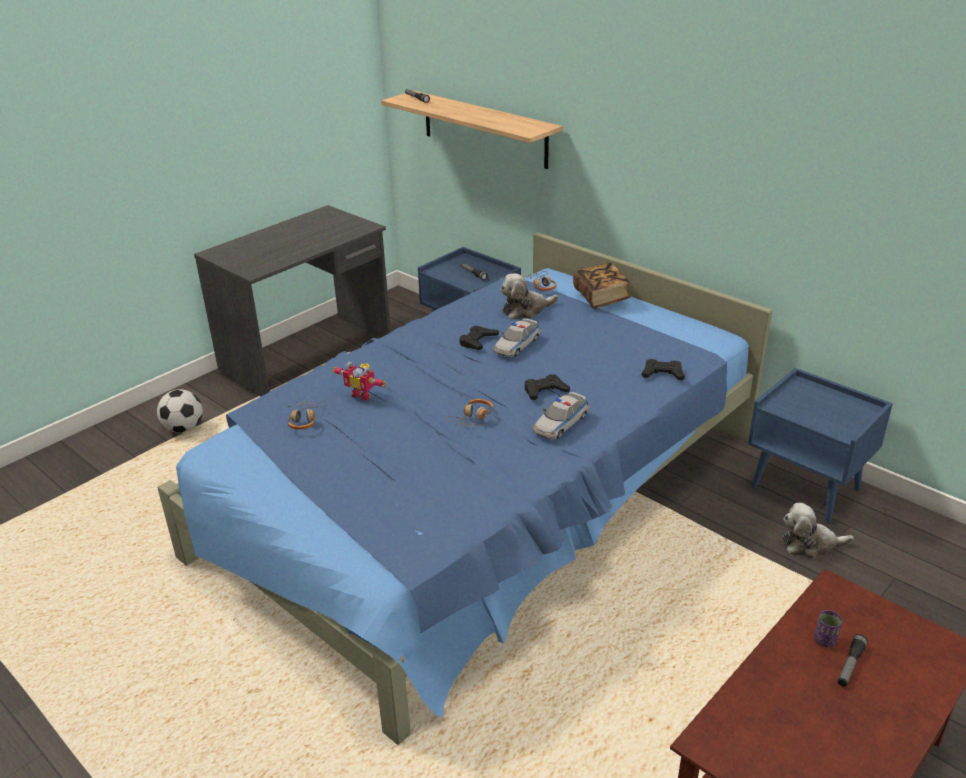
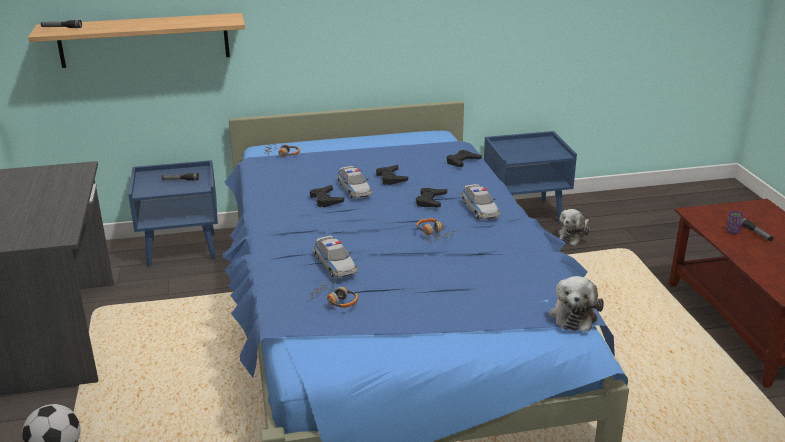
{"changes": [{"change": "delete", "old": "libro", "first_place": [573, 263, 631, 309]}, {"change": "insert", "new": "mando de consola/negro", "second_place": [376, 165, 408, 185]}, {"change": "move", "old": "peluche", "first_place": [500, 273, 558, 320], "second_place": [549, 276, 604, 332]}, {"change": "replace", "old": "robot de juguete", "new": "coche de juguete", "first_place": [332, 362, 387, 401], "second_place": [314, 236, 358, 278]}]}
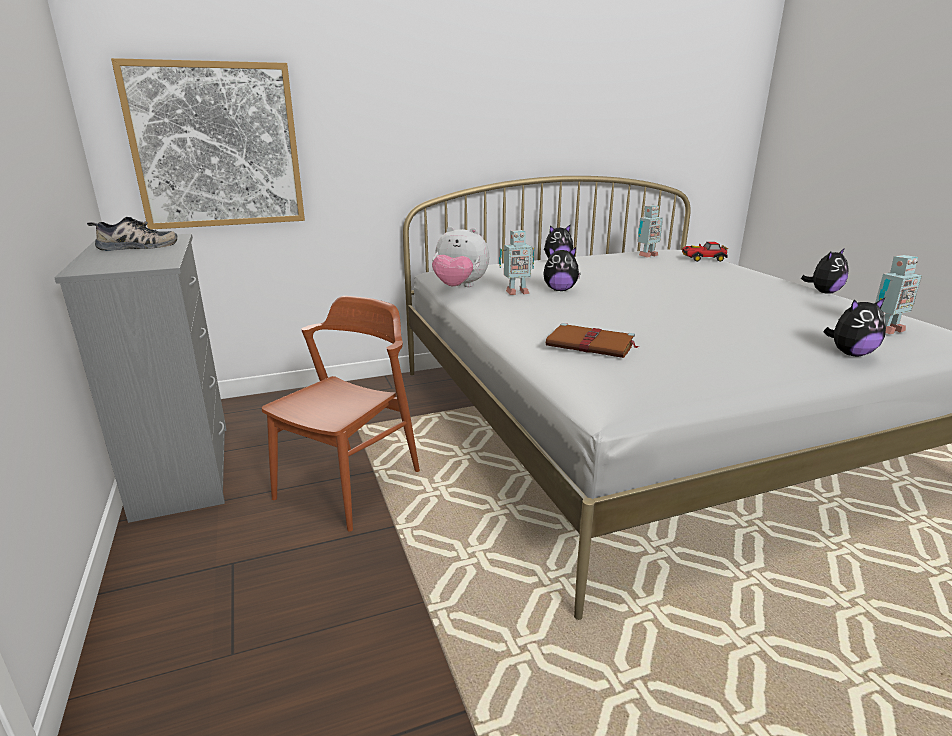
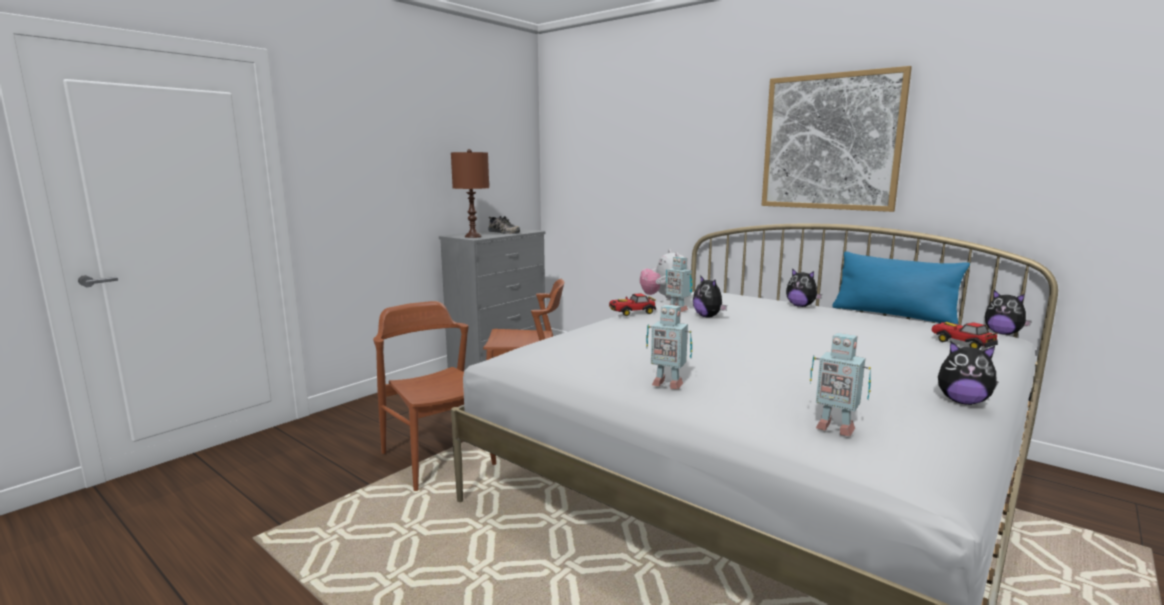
{"changes": [{"change": "delete", "old": "libro/marrón", "first_place": [546, 323, 640, 358]}, {"change": "insert", "new": "silla/marrón", "second_place": [373, 301, 497, 491]}, {"change": "insert", "new": "lámpara de mesa/marrón", "second_place": [451, 149, 489, 238]}, {"change": "insert", "new": "coche de juguete", "second_place": [609, 293, 656, 316]}, {"change": "insert", "new": "cojín/azul", "second_place": [832, 251, 970, 324]}, {"change": "move", "old": "cuadro", "first_place": [111, 58, 305, 230], "second_place": [762, 66, 912, 212]}, {"change": "move", "old": "robot de juguete", "first_place": [637, 205, 663, 258], "second_place": [646, 304, 692, 390]}, {"change": "move", "old": "peluche", "first_place": [823, 298, 886, 356], "second_place": [985, 290, 1032, 335]}]}
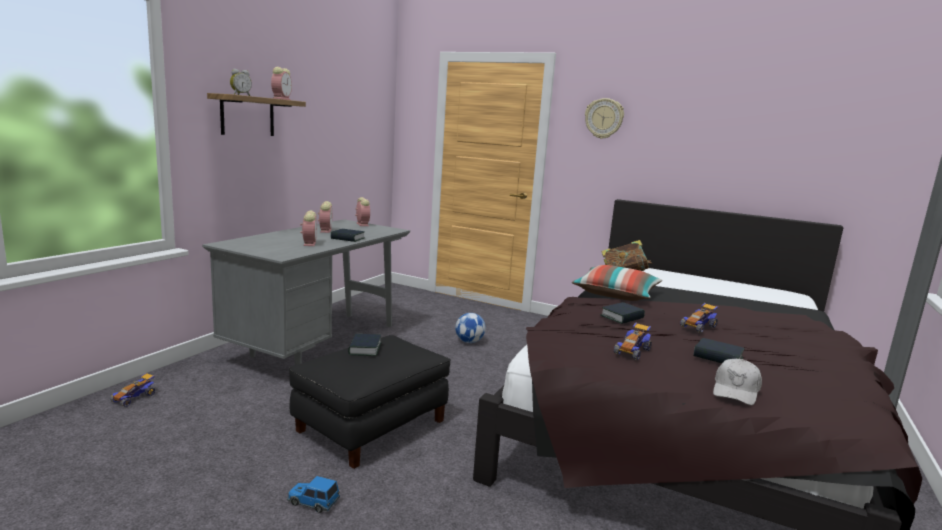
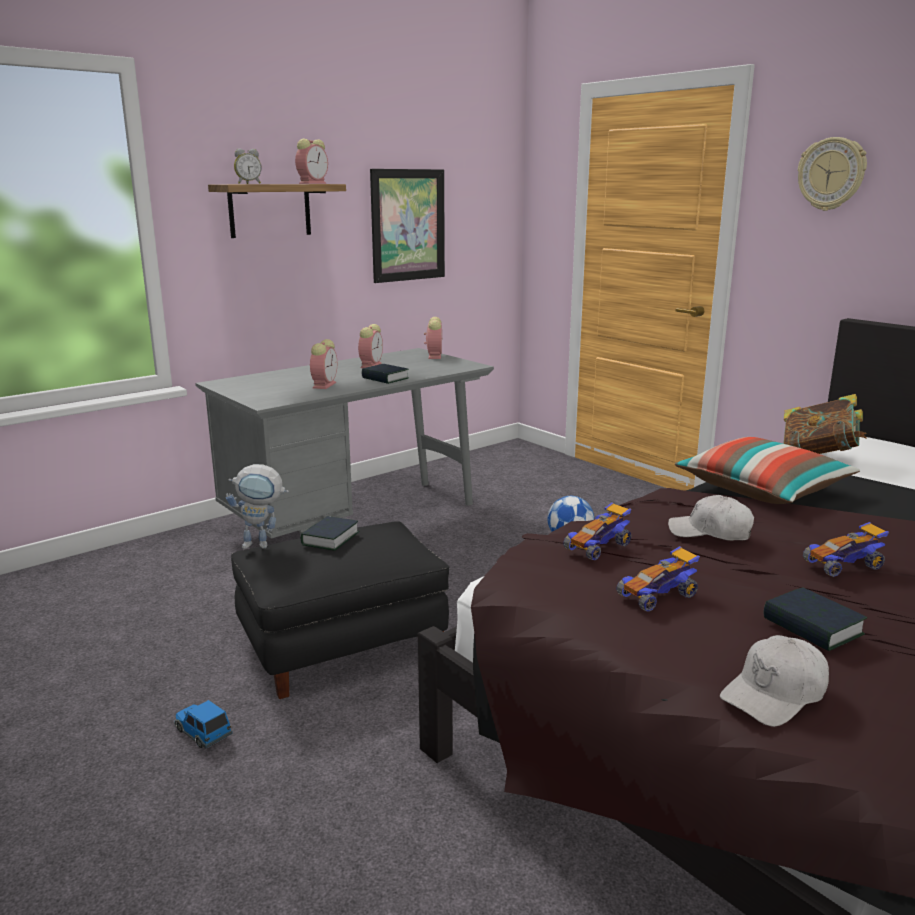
{"changes": [{"change": "insert", "new": "robot de juguete", "second_place": [226, 464, 289, 549]}, {"change": "insert", "new": "cuadro", "second_place": [370, 169, 445, 283]}, {"change": "move", "old": "coche de juguete", "first_place": [110, 373, 155, 407], "second_place": [563, 502, 631, 560]}, {"change": "replace", "old": "libro", "new": "gorra/blanco", "first_place": [600, 302, 645, 324], "second_place": [668, 495, 754, 541]}]}
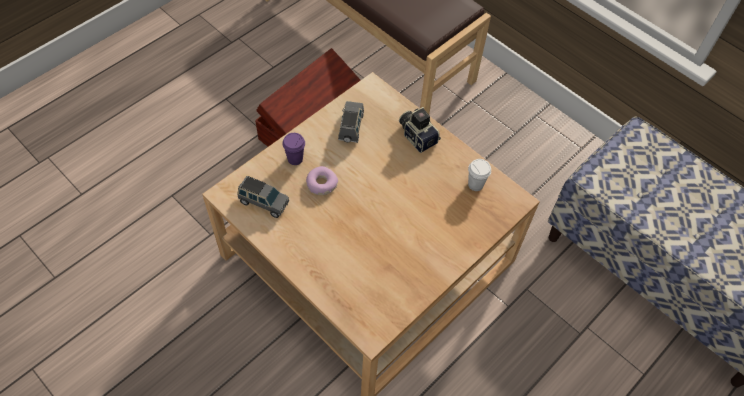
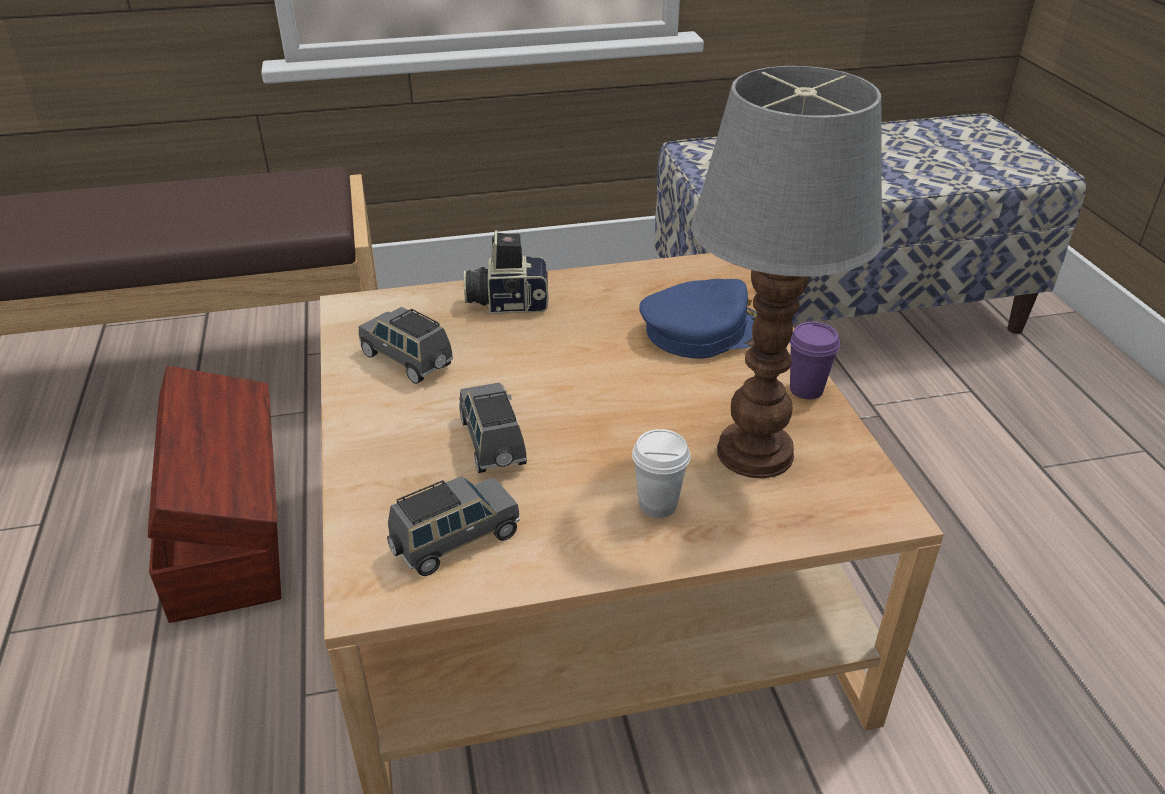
{"changes": [{"change": "insert", "new": "gorra/azul", "second_place": [639, 279, 757, 359]}, {"change": "insert", "new": "lámpara de mesa", "second_place": [691, 66, 884, 478]}, {"change": "move", "old": "taza/morado", "first_place": [282, 133, 305, 165], "second_place": [790, 322, 840, 399]}, {"change": "move", "old": "taza/blanco", "first_place": [468, 159, 491, 191], "second_place": [632, 429, 690, 518]}, {"change": "replace", "old": "rosquilla", "new": "coche de juguete/gris", "first_place": [306, 166, 338, 195], "second_place": [459, 383, 527, 473]}]}
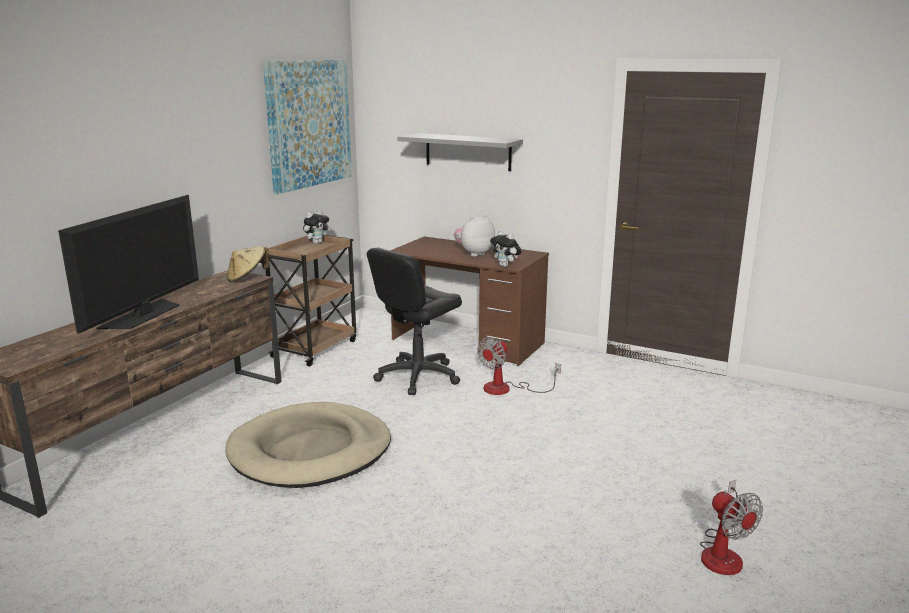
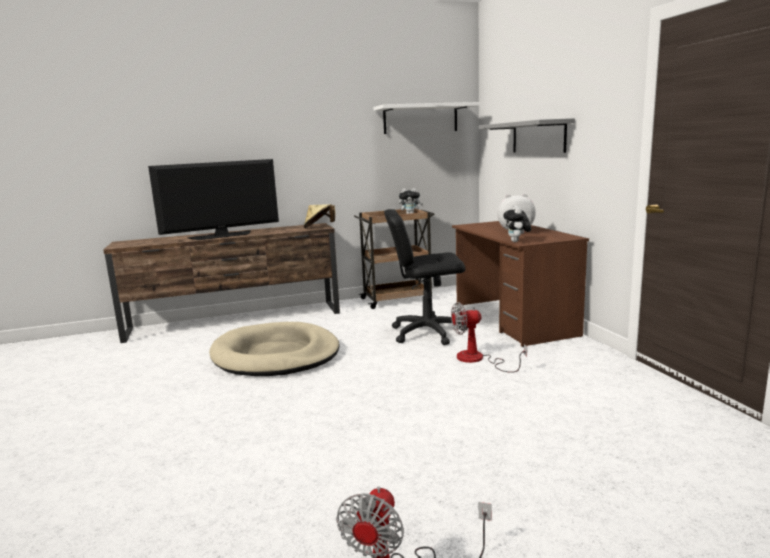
{"changes": [{"change": "replace", "old": "cuadro", "new": "estante/blanco", "first_place": [263, 60, 352, 194], "second_place": [374, 102, 479, 134]}]}
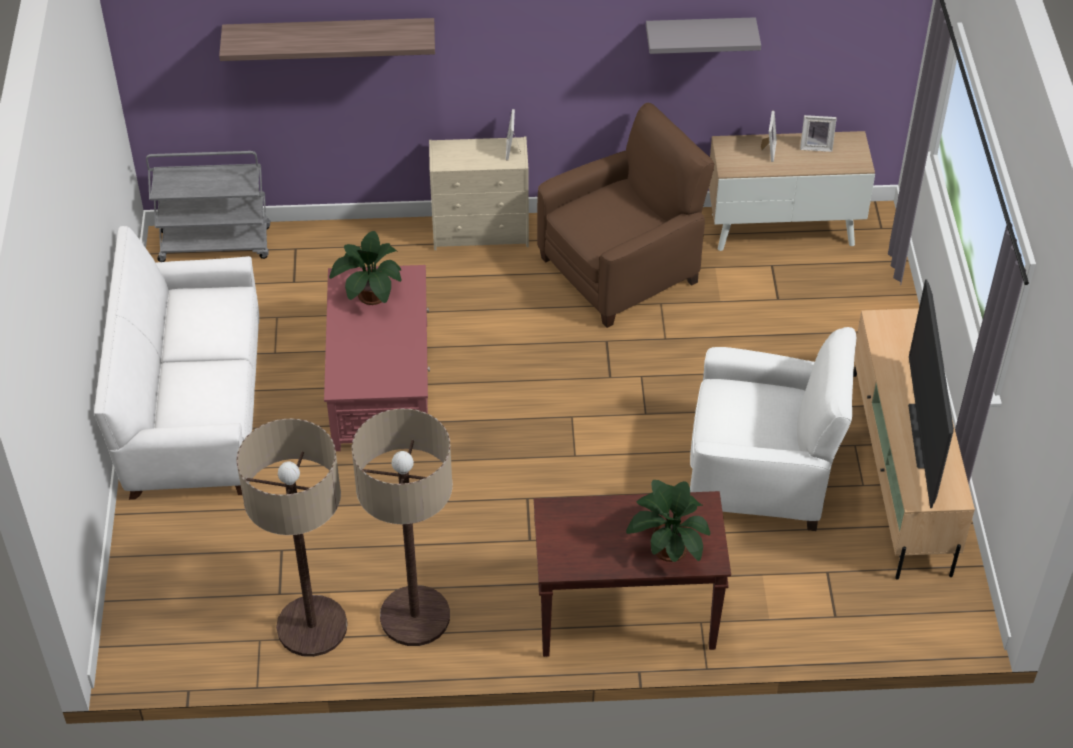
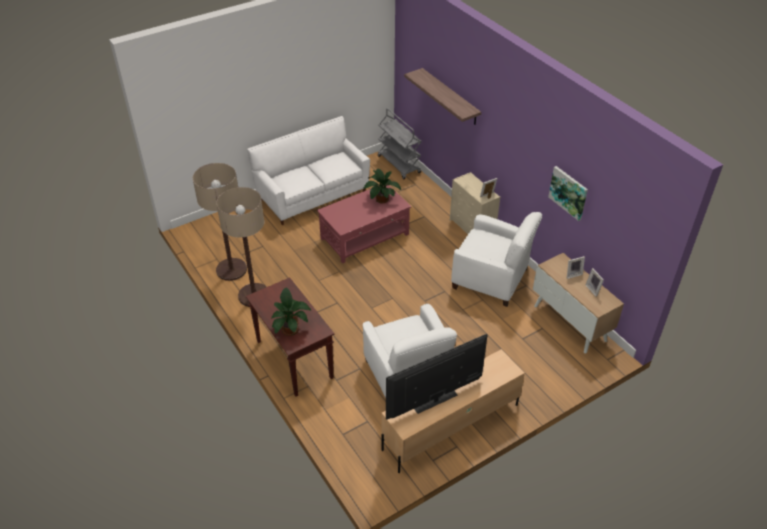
{"changes": [{"change": "replace", "old": "estante/gris", "new": "cuadro", "first_place": [646, 17, 761, 54], "second_place": [548, 166, 588, 221]}, {"change": "recolor", "old": "sillón/marrón", "new": "sillón/blanco", "first_place": [537, 103, 714, 328], "second_place": [451, 212, 542, 307]}]}
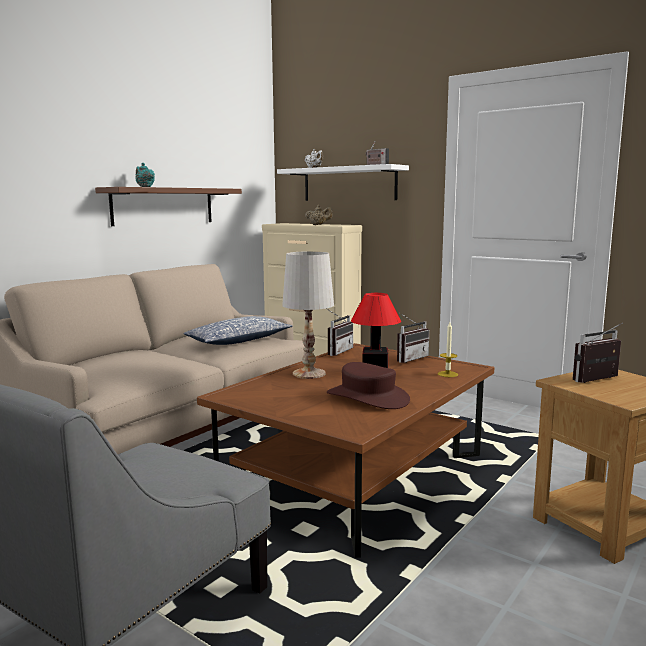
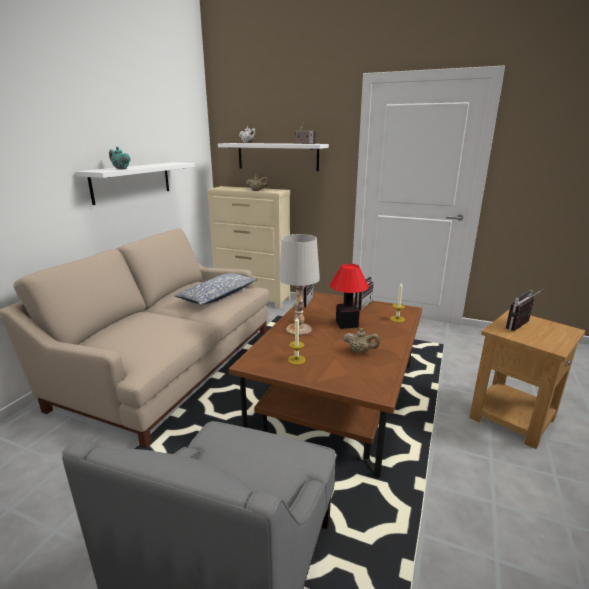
{"changes": [{"change": "insert", "new": "vela", "second_place": [288, 317, 306, 365]}, {"change": "replace", "old": "sombrero/marrón", "new": "tetera/beis", "first_place": [327, 362, 410, 409], "second_place": [343, 328, 380, 353]}, {"change": "recolor", "old": "estante/marrón", "new": "estante/blanco", "first_place": [95, 187, 242, 226], "second_place": [76, 162, 195, 205]}]}
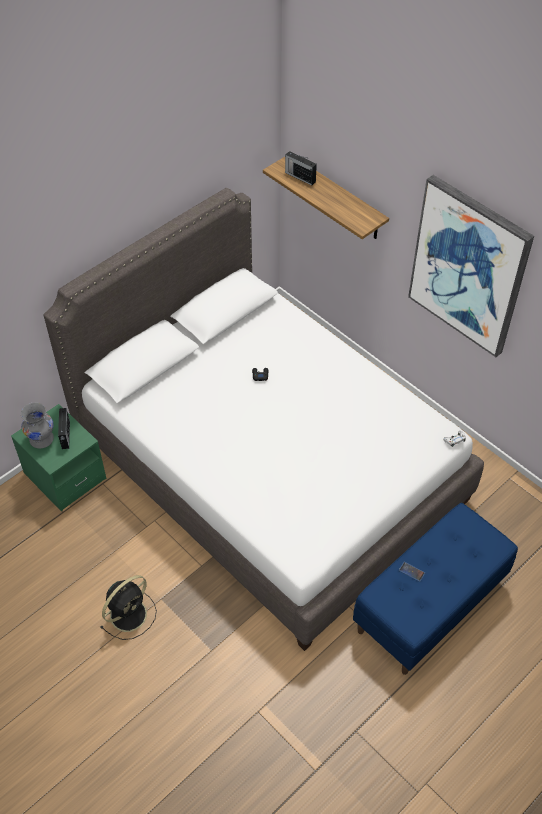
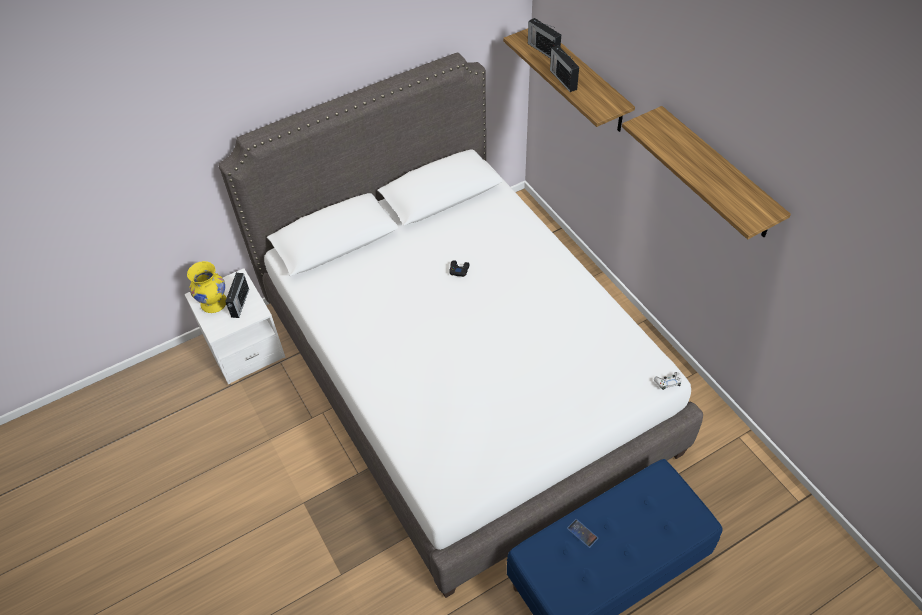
{"changes": [{"change": "delete", "old": "ventilador/negro", "first_place": [100, 575, 157, 640]}, {"change": "insert", "new": "radio", "second_place": [550, 45, 579, 92]}, {"change": "replace", "old": "cuadro", "new": "estante", "first_place": [408, 175, 534, 357], "second_place": [622, 106, 791, 239]}, {"change": "recolor", "old": "mesita de noche/verde", "new": "mesita de noche/blanco", "first_place": [11, 404, 106, 511], "second_place": [184, 268, 285, 384]}, {"change": "recolor", "old": "florero/gris", "new": "florero/amarillo", "first_place": [21, 402, 54, 449], "second_place": [187, 261, 227, 313]}]}
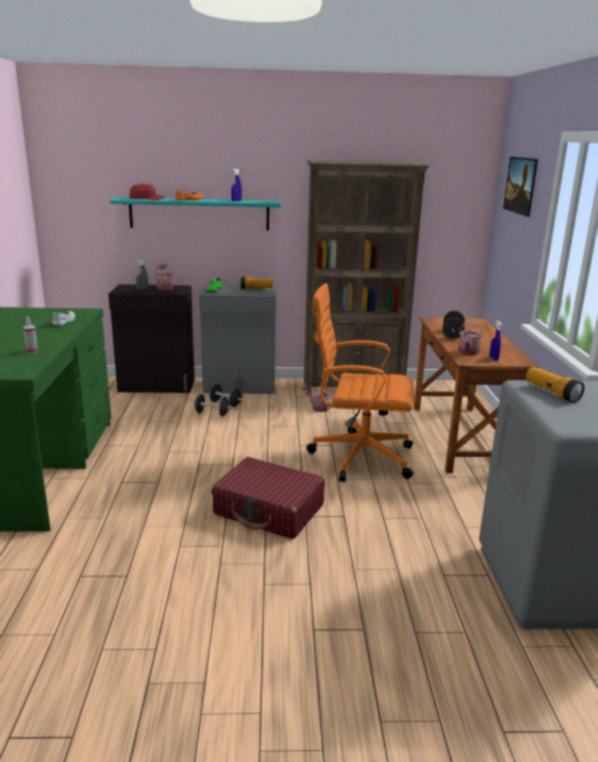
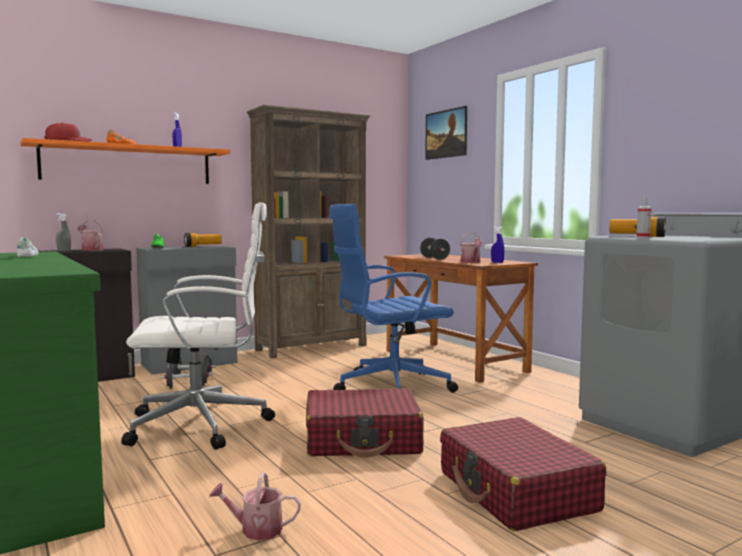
{"changes": [{"change": "insert", "new": "silla de oficina/blanco", "second_place": [121, 202, 275, 450]}, {"change": "insert", "new": "maleta/rojo", "second_place": [440, 417, 606, 531]}, {"change": "move", "old": "pulverizador", "first_place": [23, 317, 38, 354], "second_place": [636, 196, 651, 238]}, {"change": "move", "old": "regadera", "first_place": [301, 385, 333, 412], "second_place": [209, 472, 301, 540]}, {"change": "recolor", "old": "estante/turquesa", "new": "estante/naranja", "first_place": [110, 197, 280, 230], "second_place": [20, 138, 230, 184]}, {"change": "recolor", "old": "silla de oficina/naranja", "new": "silla de oficina/azul", "first_place": [306, 283, 414, 482], "second_place": [329, 204, 458, 392]}]}
